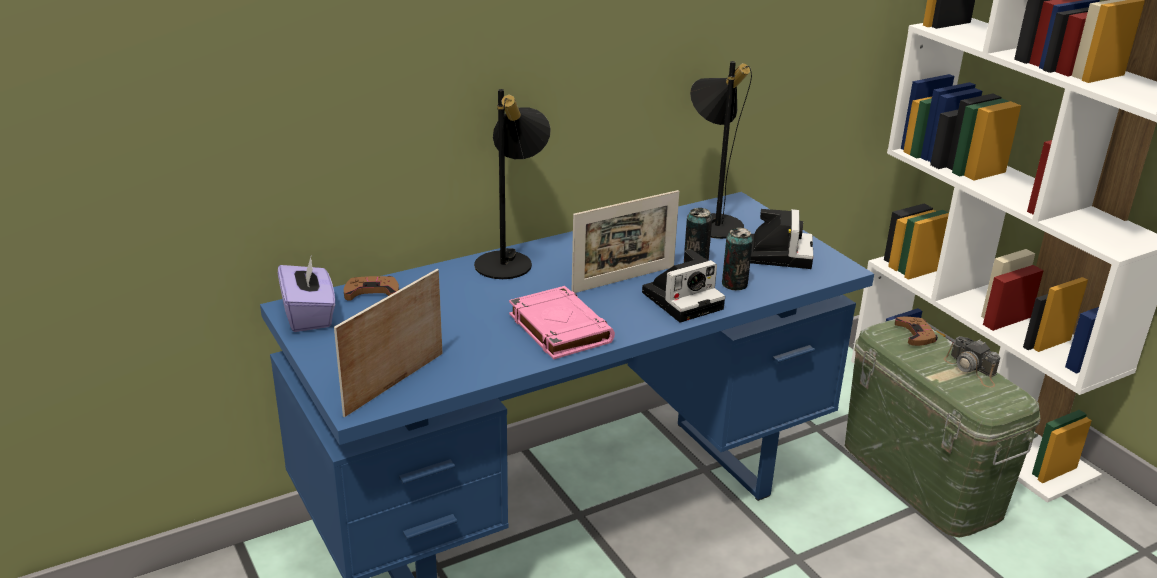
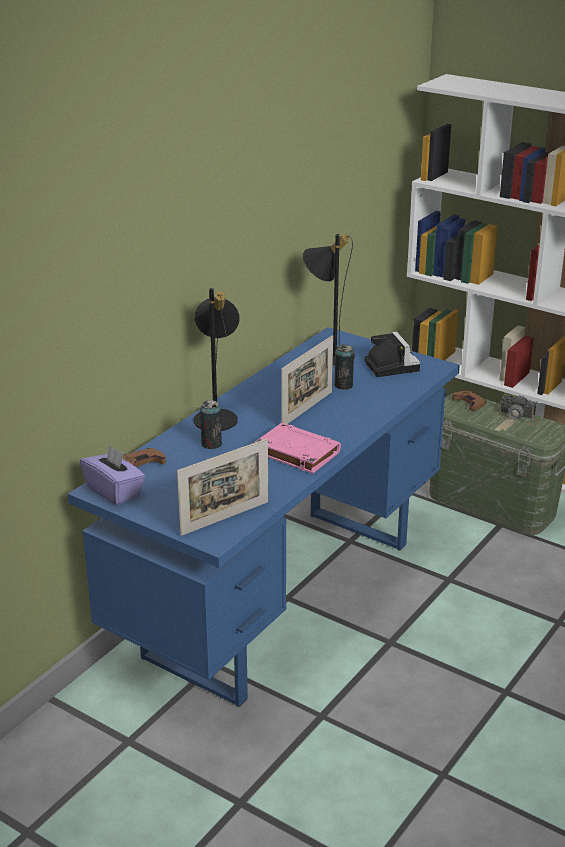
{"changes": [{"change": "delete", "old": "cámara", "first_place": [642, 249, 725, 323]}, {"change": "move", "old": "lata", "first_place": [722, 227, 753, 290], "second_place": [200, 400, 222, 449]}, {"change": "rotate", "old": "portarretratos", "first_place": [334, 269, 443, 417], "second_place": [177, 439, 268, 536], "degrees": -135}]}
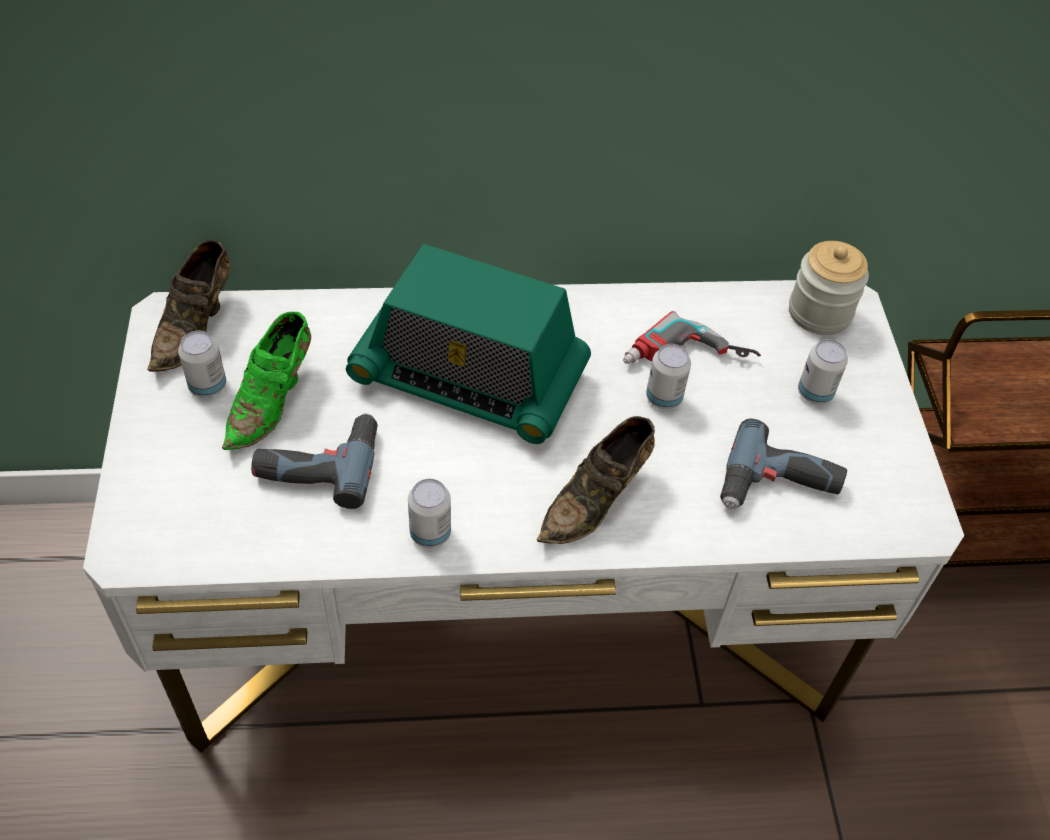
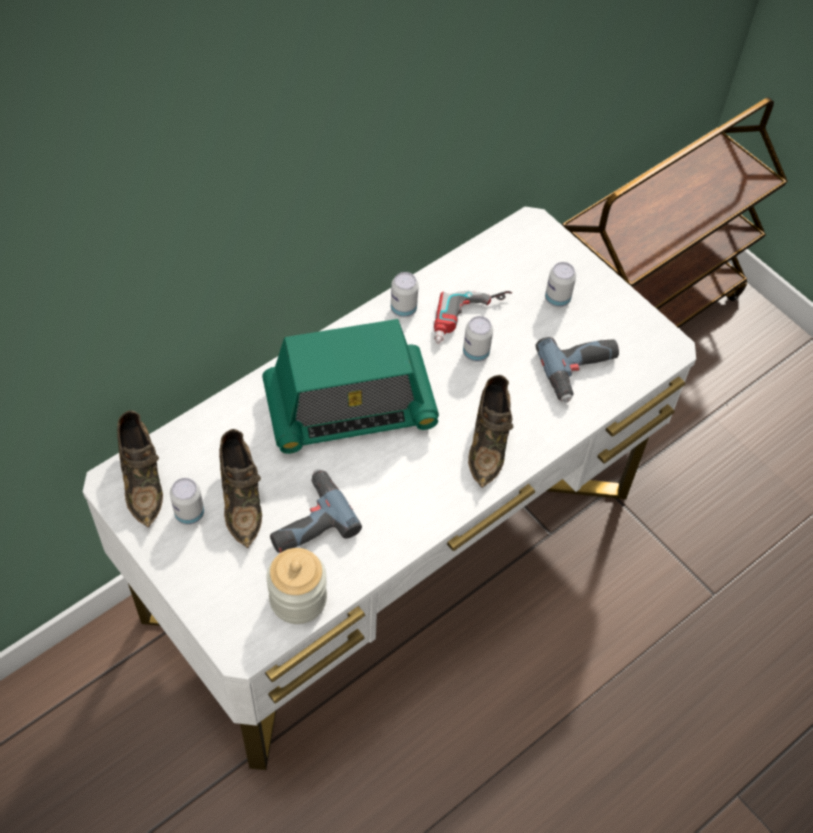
{"changes": [{"change": "move", "old": "lata", "first_place": [408, 479, 451, 548], "second_place": [391, 272, 419, 318]}, {"change": "move", "old": "tarro", "first_place": [789, 241, 869, 335], "second_place": [267, 548, 327, 624]}, {"change": "recolor", "old": "zapato/verde", "new": "zapato/marrón", "first_place": [222, 312, 311, 450], "second_place": [219, 429, 262, 548]}]}
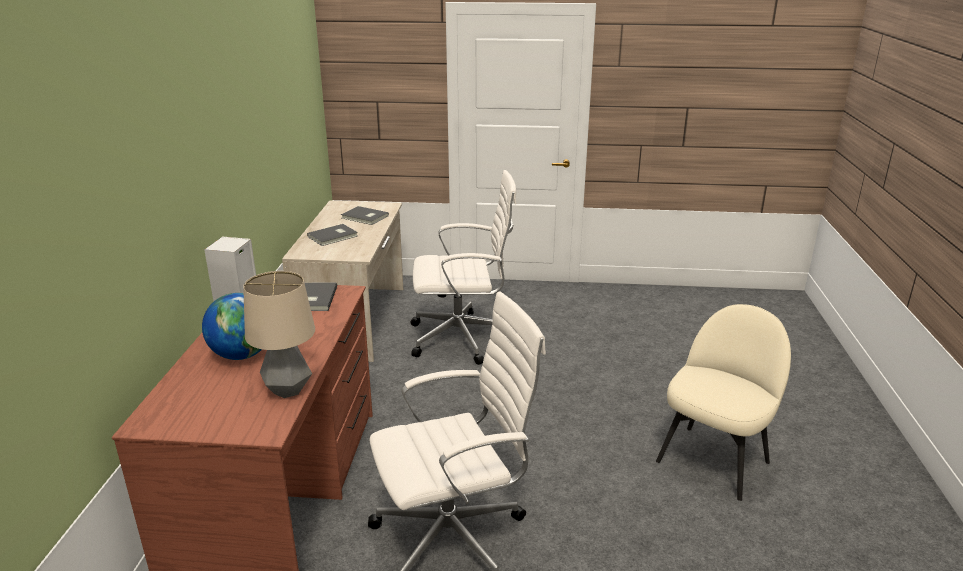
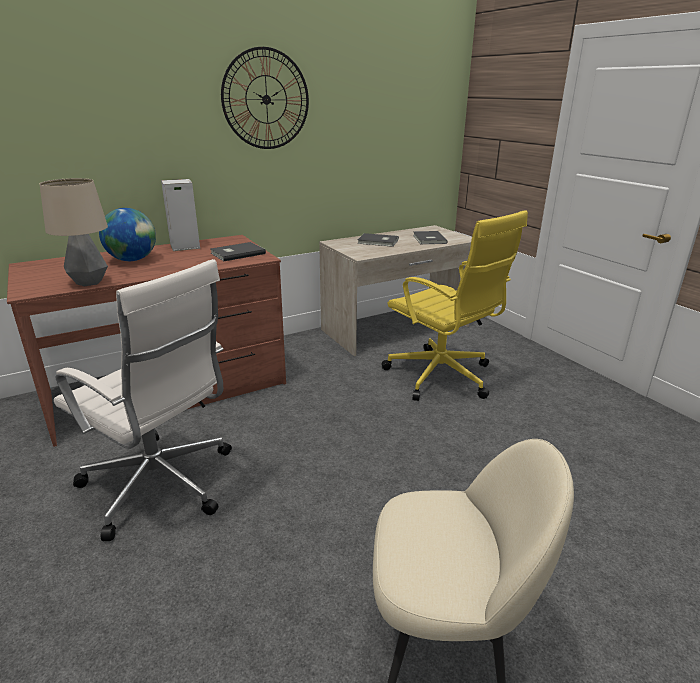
{"changes": [{"change": "insert", "new": "reloj de pared", "second_place": [221, 47, 309, 149]}, {"change": "recolor", "old": "silla de oficina/blanco", "new": "silla de oficina/amarillo", "first_place": [410, 170, 516, 365], "second_place": [381, 210, 528, 401]}]}
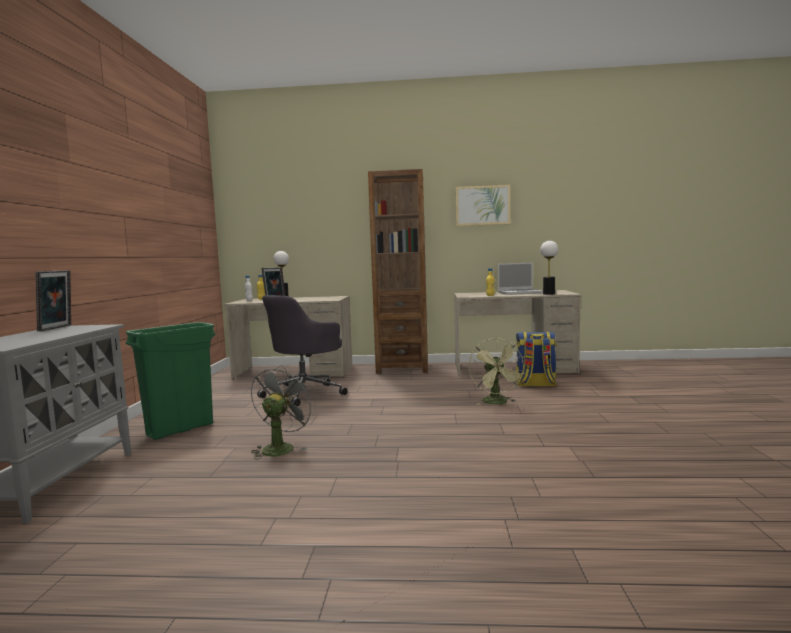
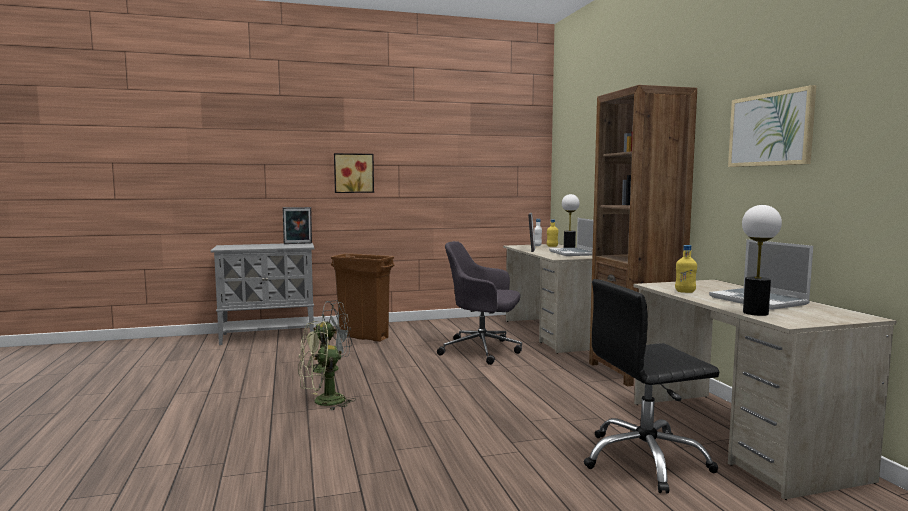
{"changes": [{"change": "insert", "new": "cuadro", "second_place": [334, 153, 374, 193]}, {"change": "insert", "new": "portátil", "second_place": [549, 218, 593, 256]}, {"change": "move", "old": "ventilador/verde", "first_place": [469, 338, 524, 405], "second_place": [298, 321, 356, 410]}, {"change": "replace", "old": "mochila", "new": "silla de oficina/negro", "first_place": [516, 332, 557, 386], "second_place": [584, 279, 719, 493]}, {"change": "recolor", "old": "papelera/verde", "new": "papelera/marrón", "first_place": [126, 322, 215, 440], "second_place": [331, 253, 395, 342]}]}
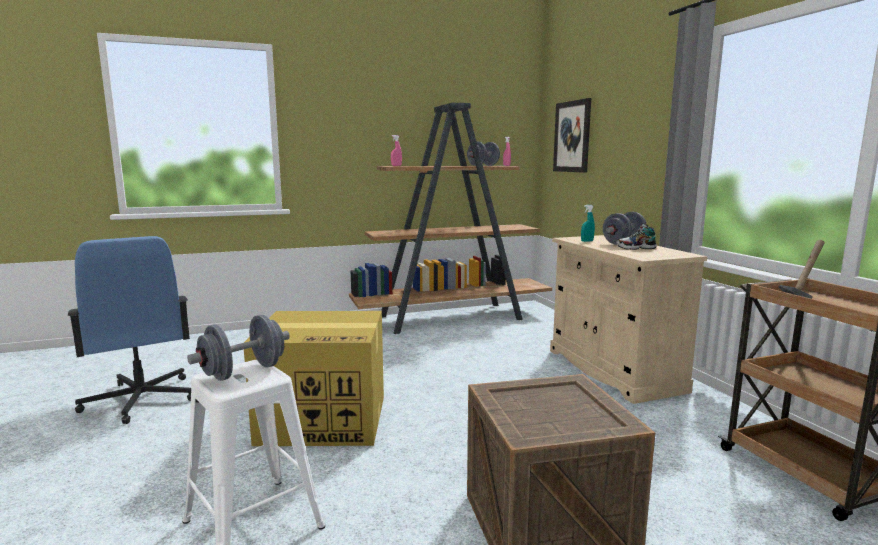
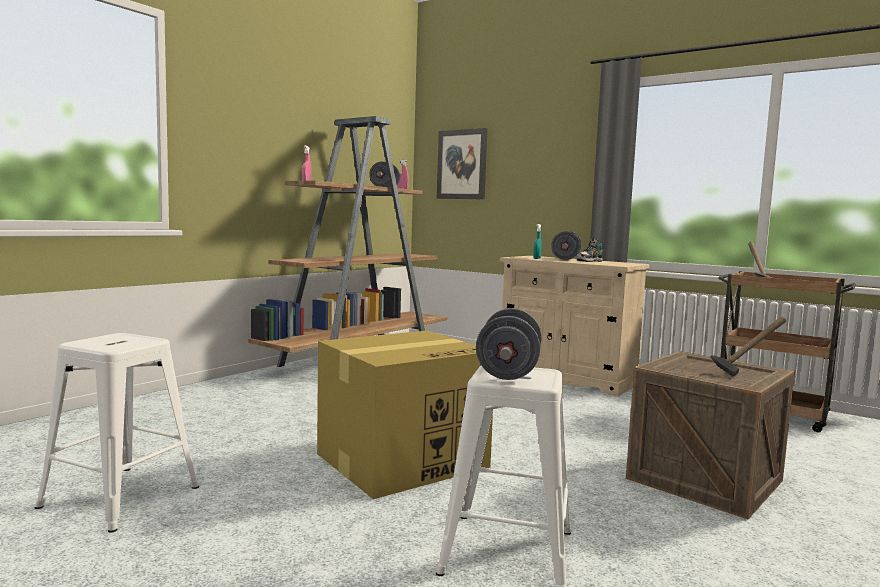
{"changes": [{"change": "insert", "new": "martillo", "second_place": [711, 316, 786, 377]}, {"change": "replace", "old": "silla de oficina/azul", "new": "taburete/blanco", "first_place": [68, 236, 191, 424], "second_place": [35, 333, 199, 533]}]}
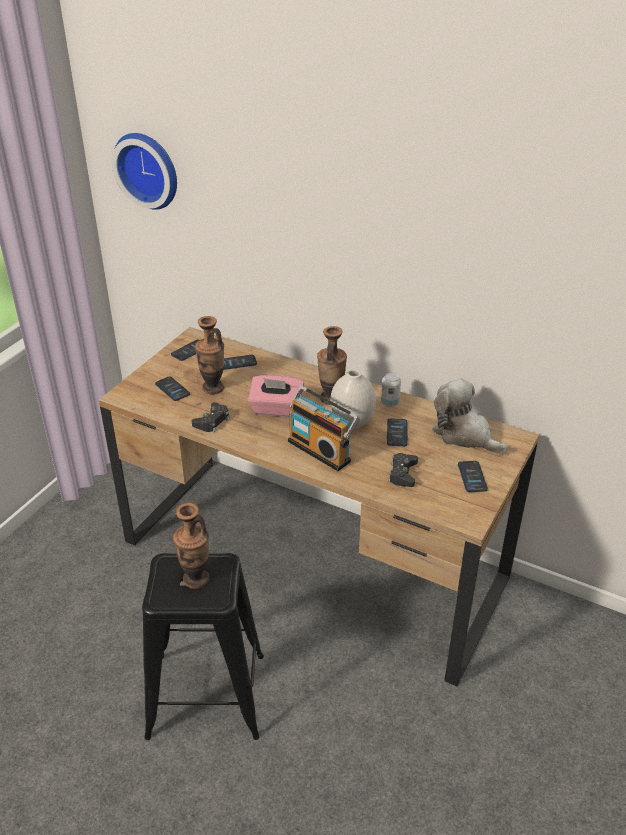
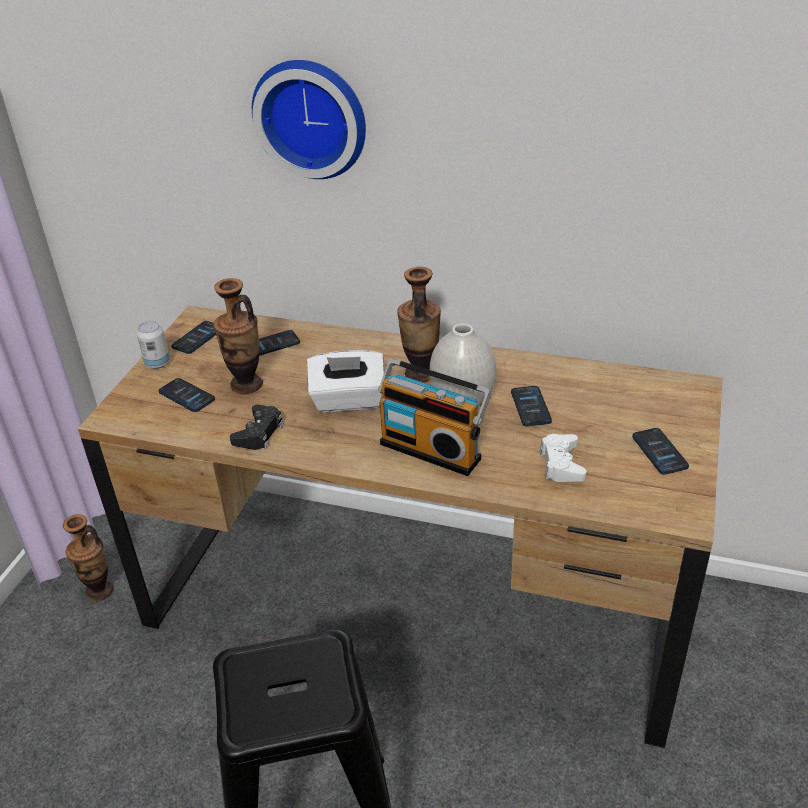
{"changes": [{"change": "delete", "old": "peluche", "first_place": [432, 379, 507, 454]}, {"change": "move", "old": "reloj de pared", "first_place": [112, 133, 177, 210], "second_place": [252, 60, 366, 179]}, {"change": "move", "old": "florero", "first_place": [173, 503, 209, 589], "second_place": [63, 514, 114, 601]}, {"change": "move", "old": "lata", "first_place": [381, 372, 401, 407], "second_place": [137, 321, 170, 369]}, {"change": "recolor", "old": "caja de pañuelos/rosa", "new": "caja de pañuelos/blanco", "first_place": [248, 375, 304, 417], "second_place": [307, 350, 384, 412]}, {"change": "recolor", "old": "mando de consola/negro", "new": "mando de consola/blanco", "first_place": [388, 453, 418, 487], "second_place": [540, 434, 587, 482]}]}
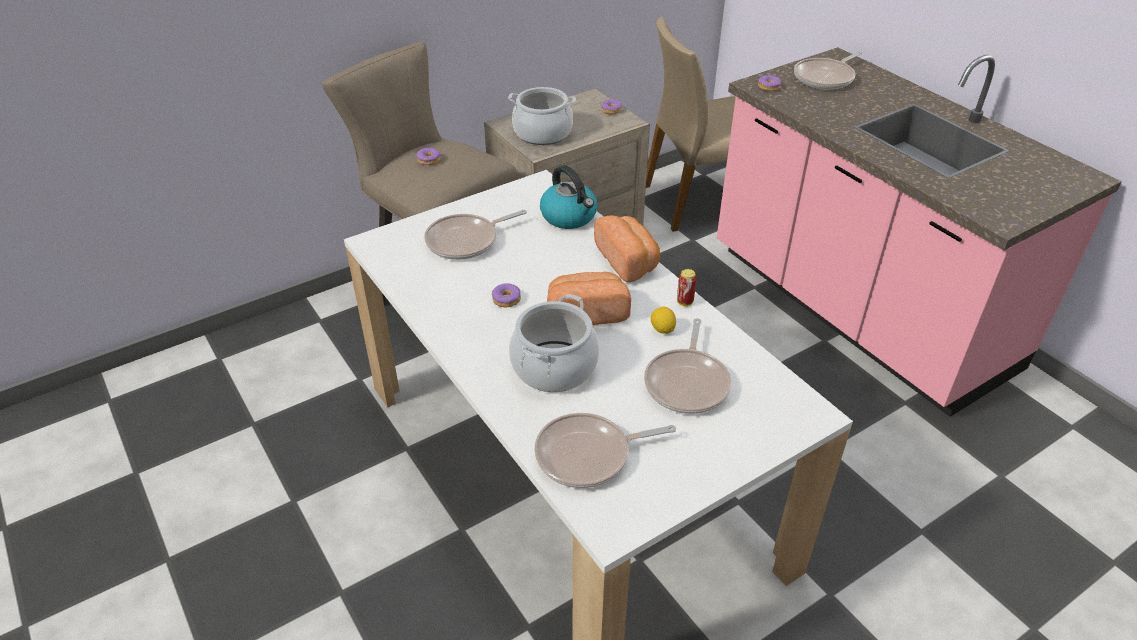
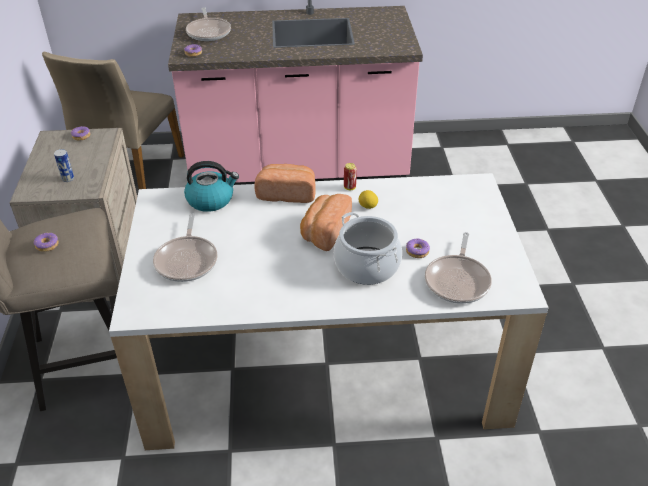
{"changes": [{"change": "delete", "old": "sartén", "first_place": [644, 318, 731, 414]}, {"change": "move", "old": "rosquilla", "first_place": [492, 283, 521, 308], "second_place": [406, 238, 430, 258]}, {"change": "replace", "old": "olla", "new": "lata", "first_place": [508, 87, 576, 145], "second_place": [54, 149, 74, 182]}]}
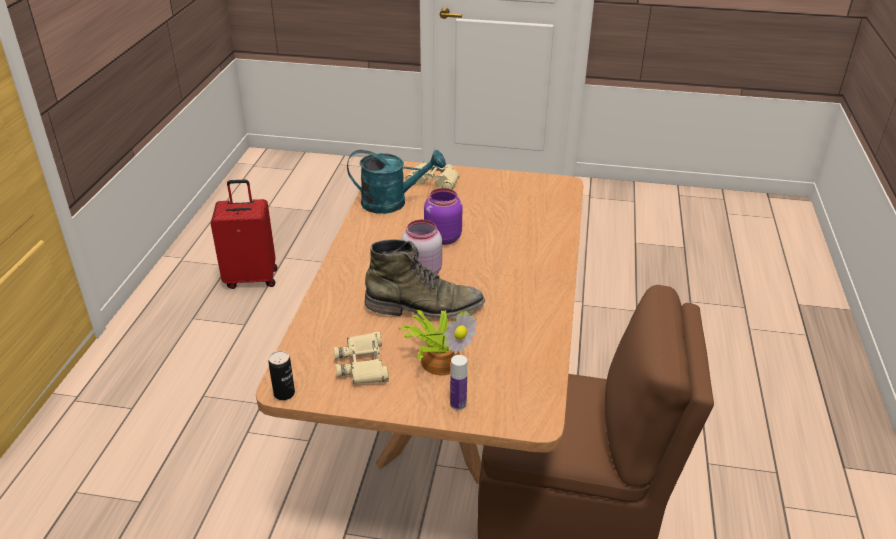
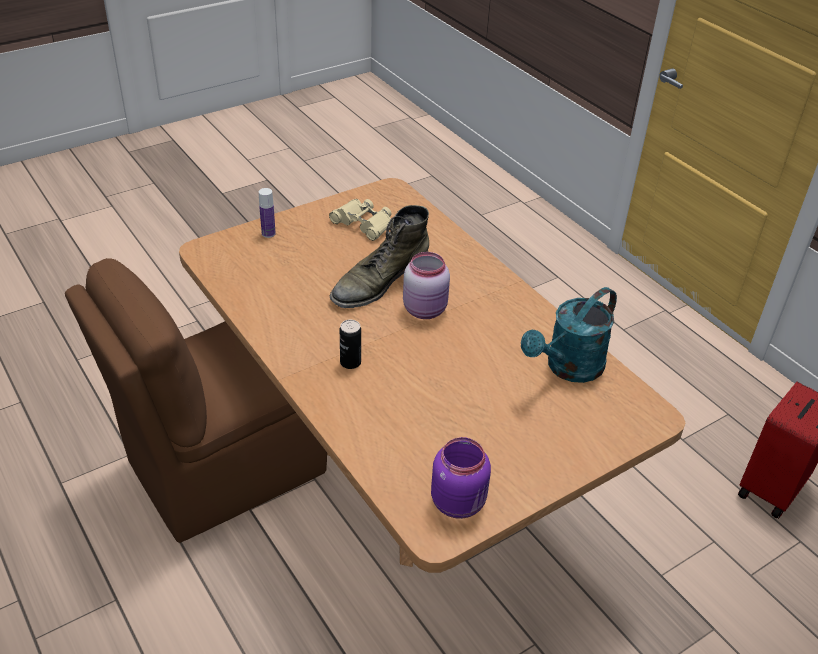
{"changes": [{"change": "delete", "old": "planta en maceta", "first_place": [399, 310, 477, 375]}, {"change": "delete", "old": "prismáticos/beis", "first_place": [405, 162, 459, 190]}, {"change": "move", "old": "lata", "first_place": [268, 351, 295, 400], "second_place": [340, 320, 361, 369]}, {"change": "move", "old": "tarro/morado", "first_place": [424, 188, 462, 245], "second_place": [431, 437, 491, 519]}]}
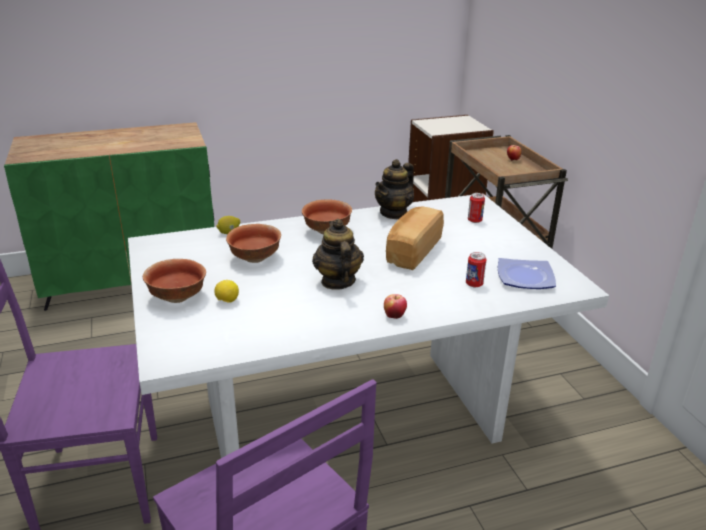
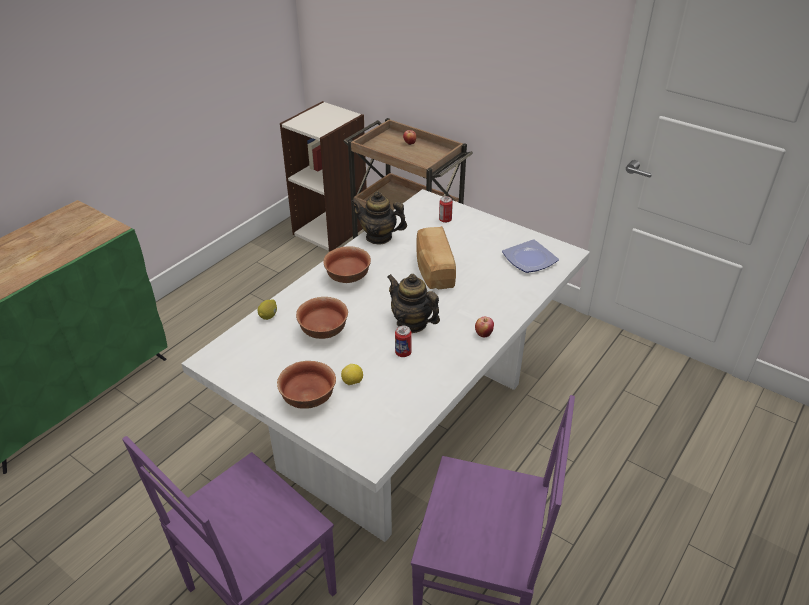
{"changes": [{"change": "move", "old": "lata", "first_place": [466, 252, 487, 287], "second_place": [395, 326, 412, 357]}, {"change": "rotate", "old": "tetera", "first_place": [375, 159, 414, 219], "second_place": [351, 191, 407, 245], "degrees": 105}]}
